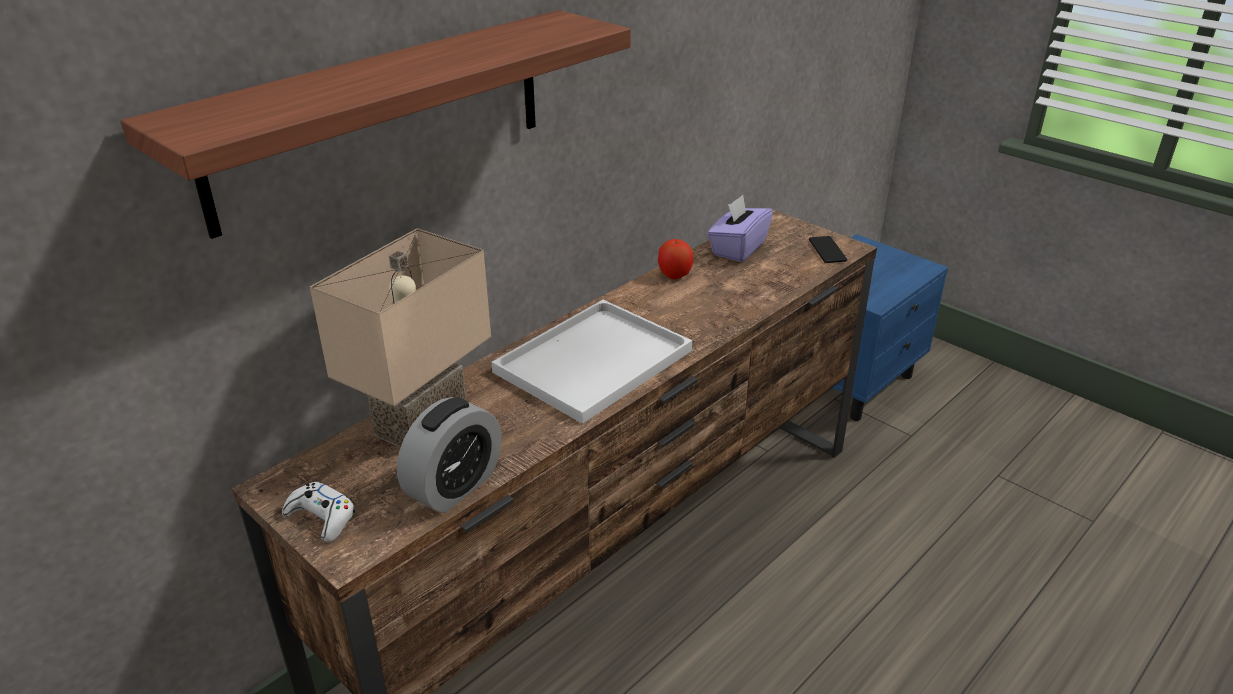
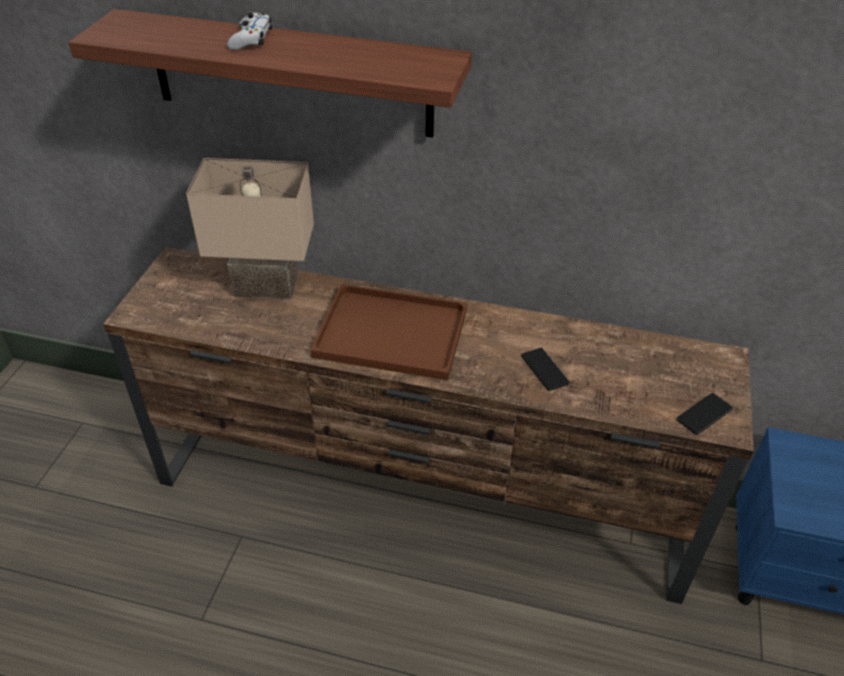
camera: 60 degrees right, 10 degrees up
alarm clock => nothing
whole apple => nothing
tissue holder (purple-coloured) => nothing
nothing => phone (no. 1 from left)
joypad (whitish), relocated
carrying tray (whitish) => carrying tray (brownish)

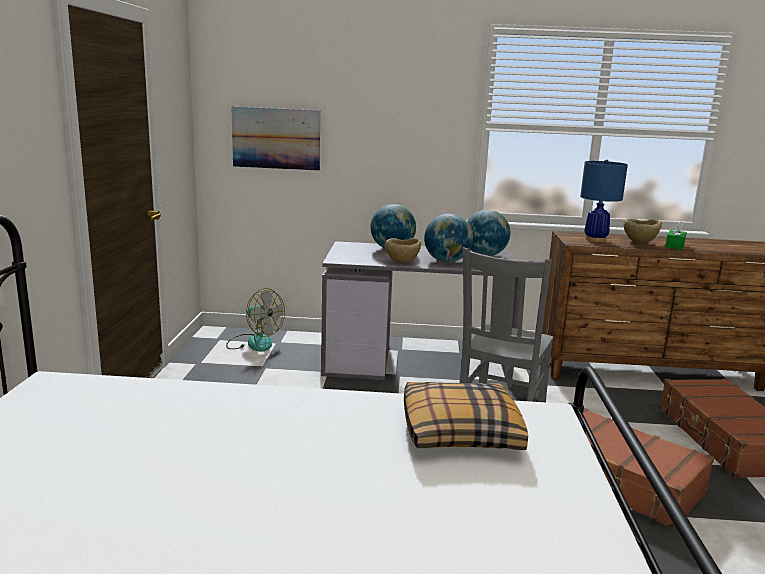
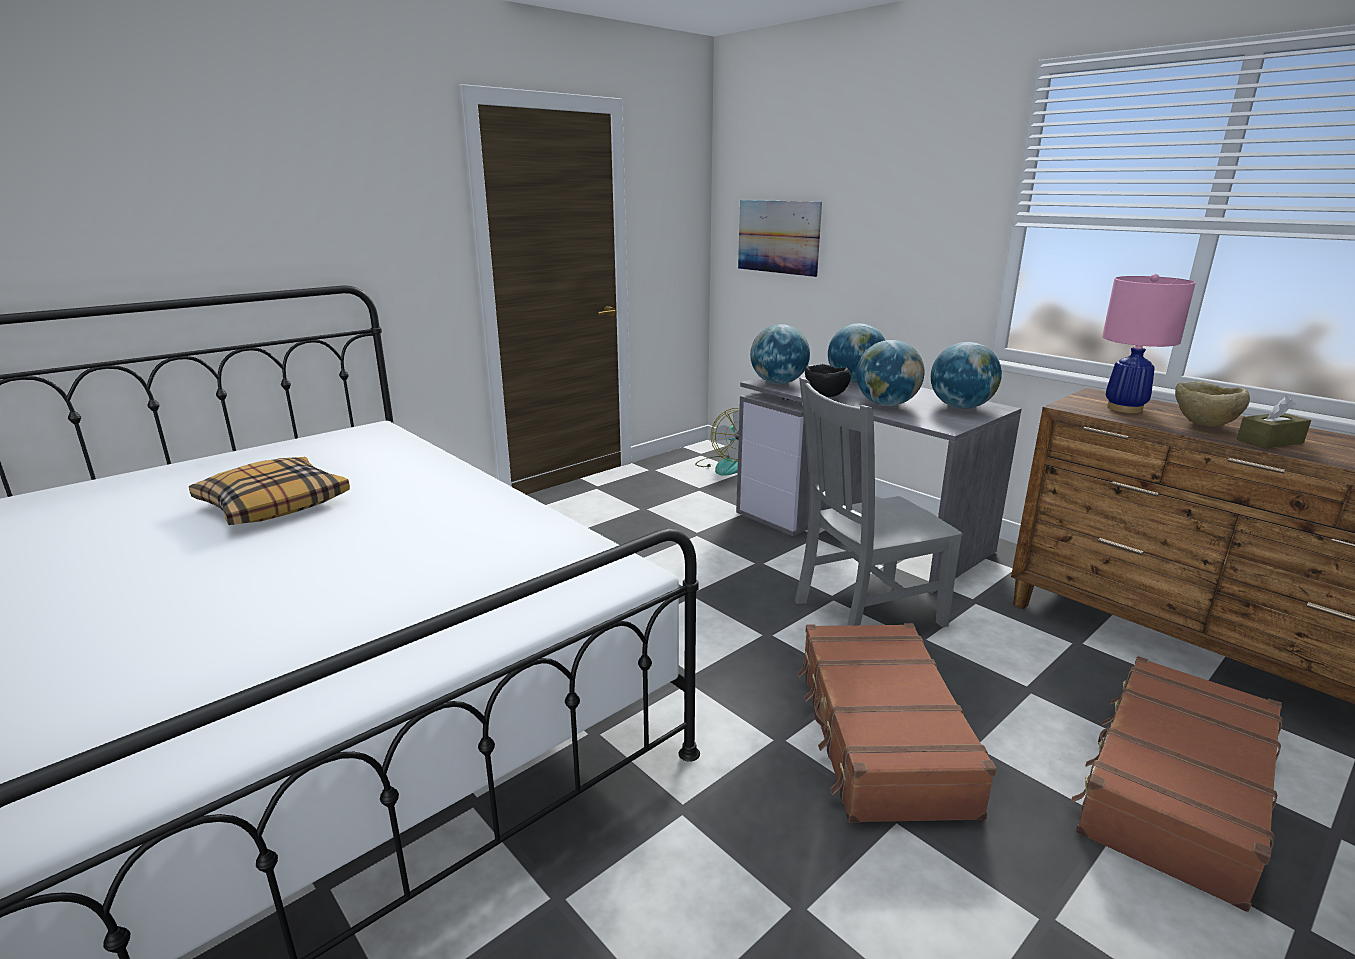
camera: 45 degrees right, 5 degrees up
nothing => globe (no. 1 from left)
cushion, relocated
deep dish (sand-coloured) (no. 1 from left) => deep dish (black-coloured)
table lamp (blue) => table lamp (pink)
tissue holder (green-coloured) => tissue holder (brownish)

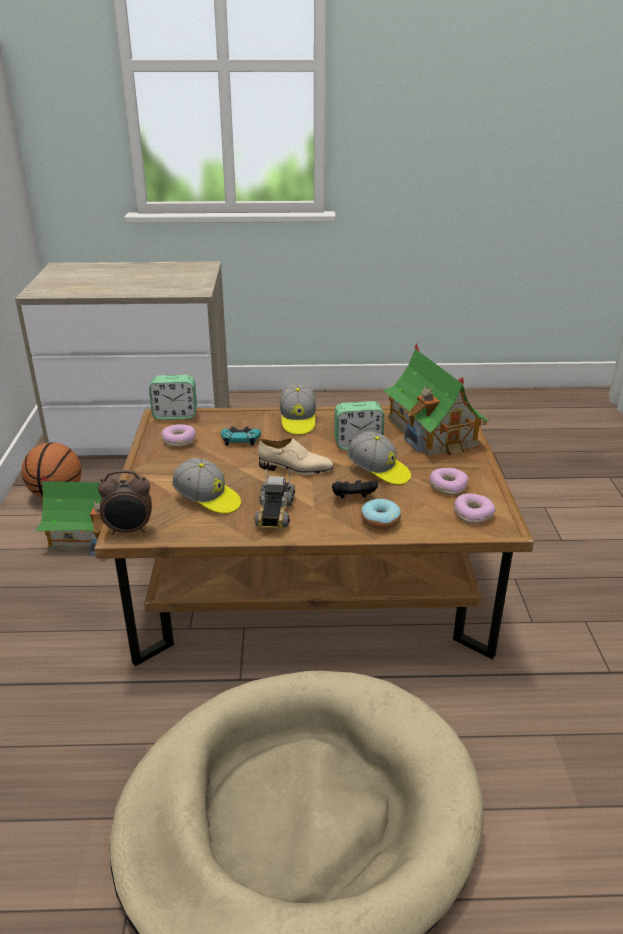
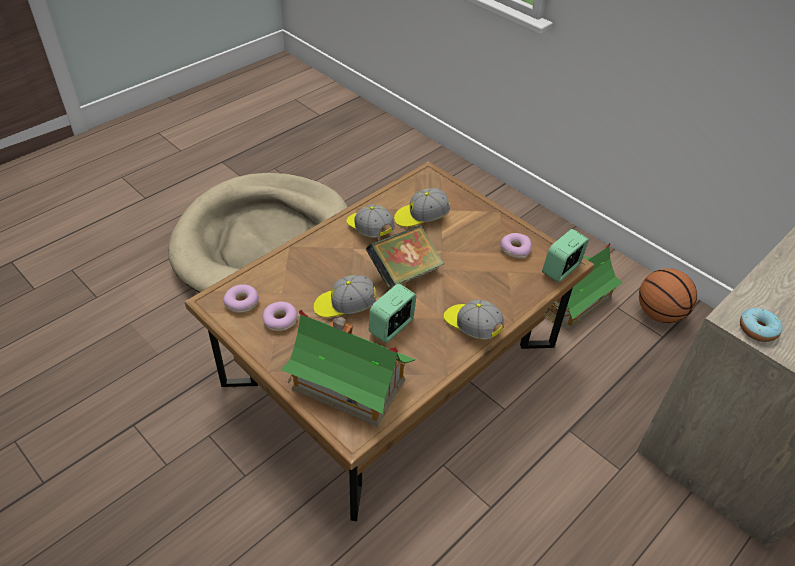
camera: 135 degrees right, 15 degrees up
alarm clock (no. 1 from left) => nothing
joypad (turquoise-coloured) => nothing
joypad (black-coloured) => nothing
doughnut (no. 2 from left in the first image) => doughnut (no. 4 from left), relocated
toy truck => peaked cap (no. 2 from left)
item of footwear (sand-coloured) => bound book

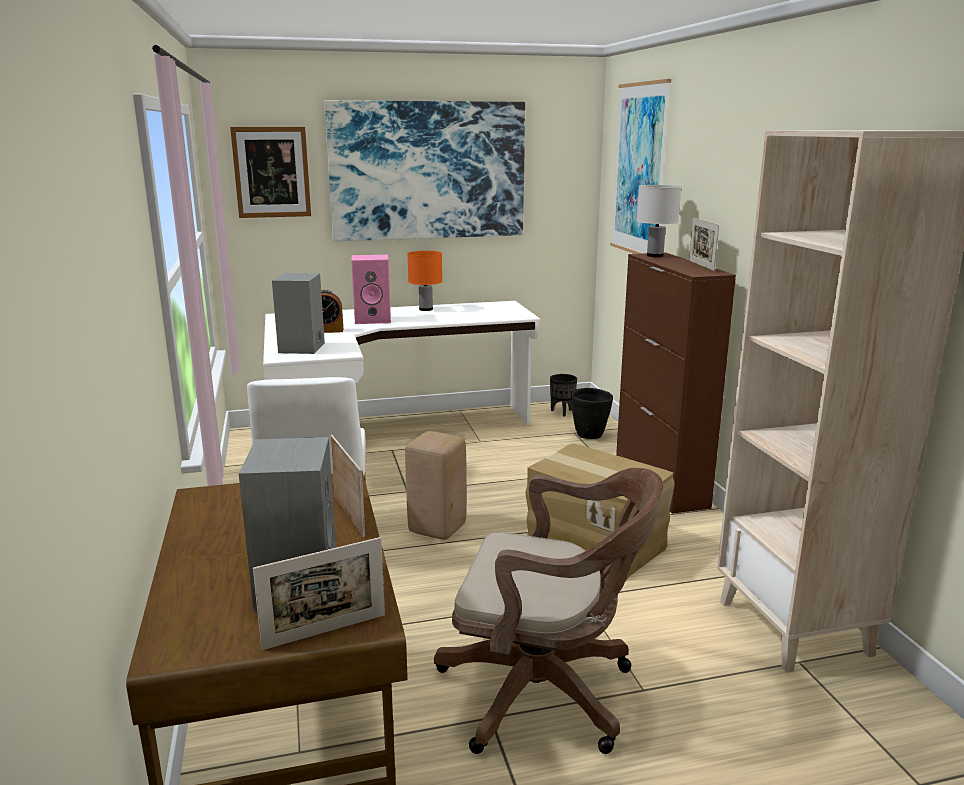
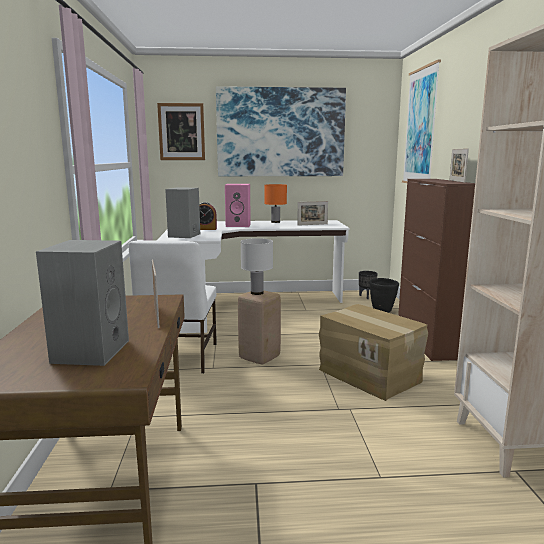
camera: 10 degrees right, 5 degrees down
desk chair (brownish) => nothing
photo frame (no. 1 from left in the first image) => photo frame (no. 2 from left), relocated
table lamp (whitish), relocated

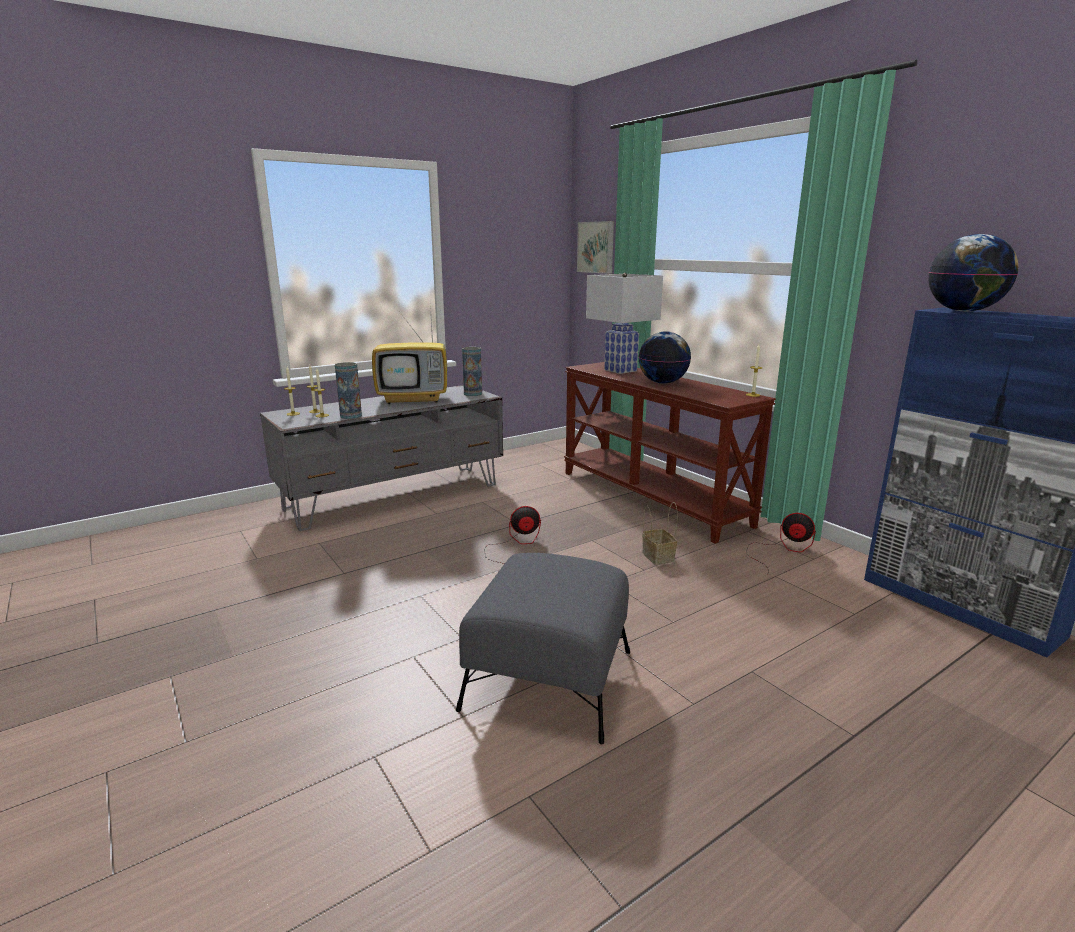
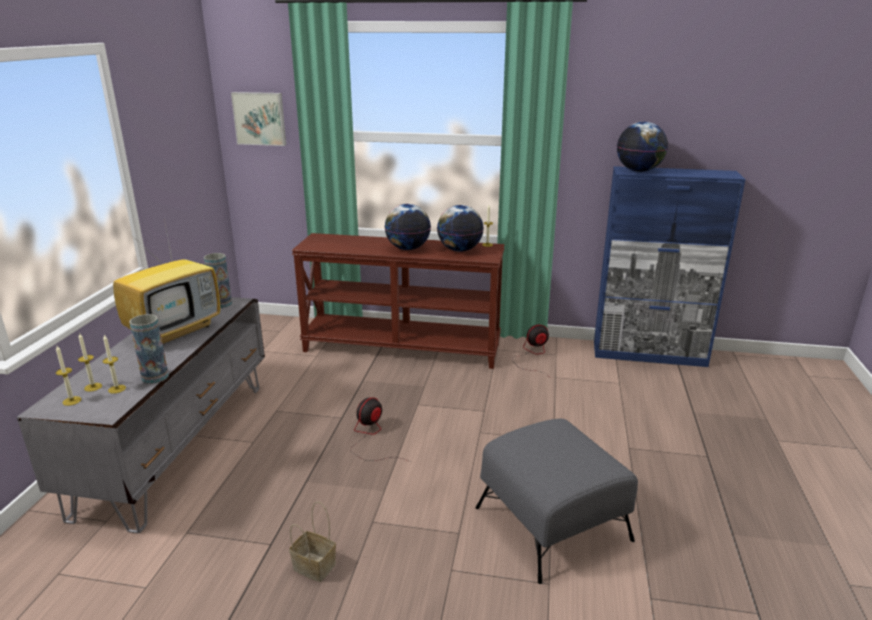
camera: 45 degrees left, 5 degrees up
table lamp (whitish) => nothing
nothing => globe (no. 2 from left)
storage basket, relocated

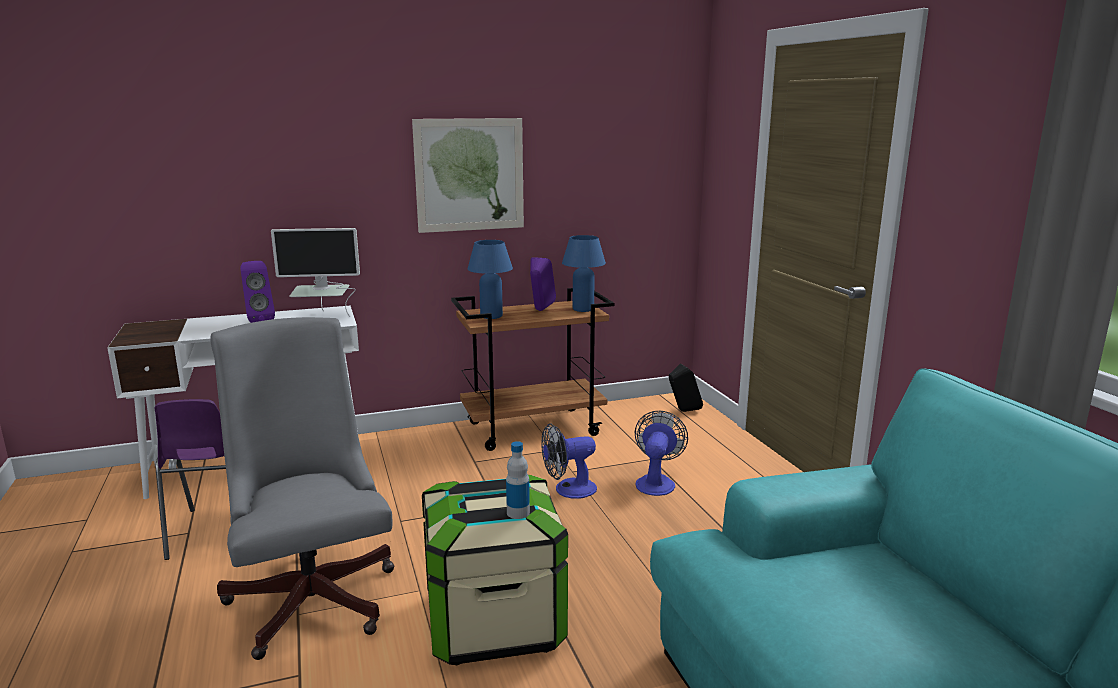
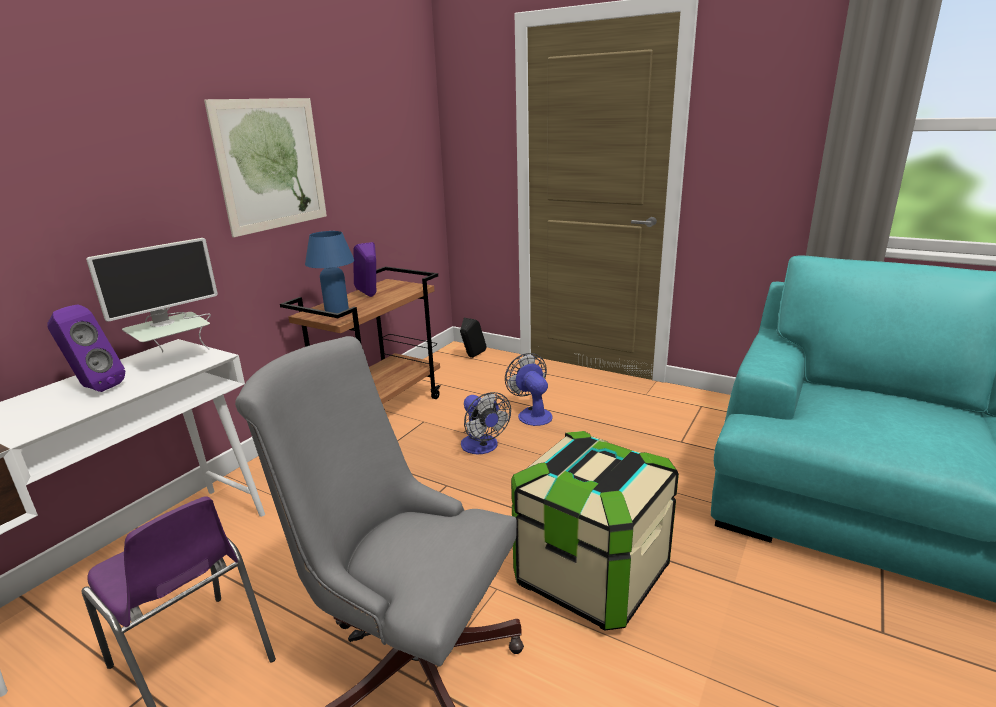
camera: 40 degrees left, 5 degrees up
drink bottle => nothing
table lamp (blue) (no. 2 from left) => nothing
electric fan (no. 1 from left), 60 degrees counterclockwise

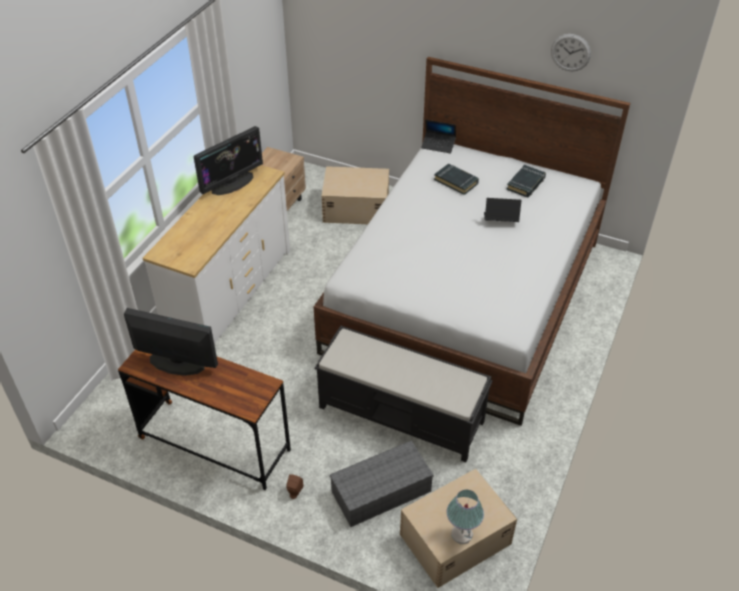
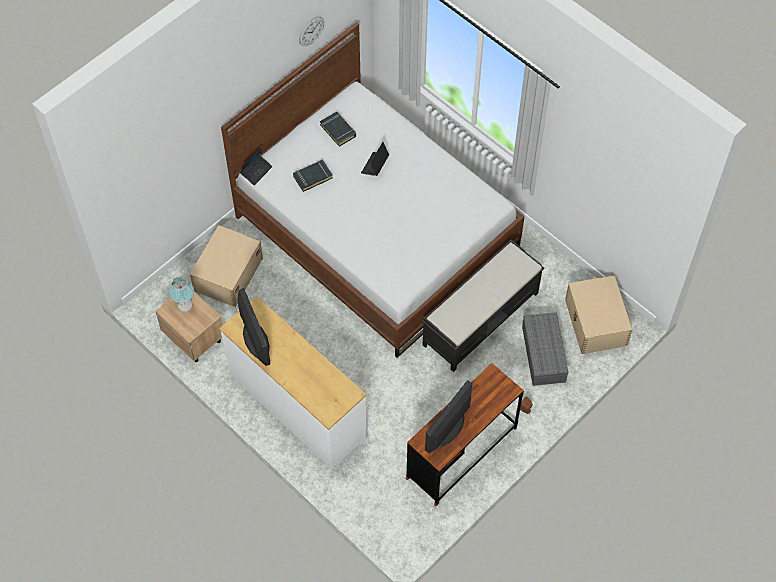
camera: 70 degrees left, 15 degrees up
table lamp, relocated

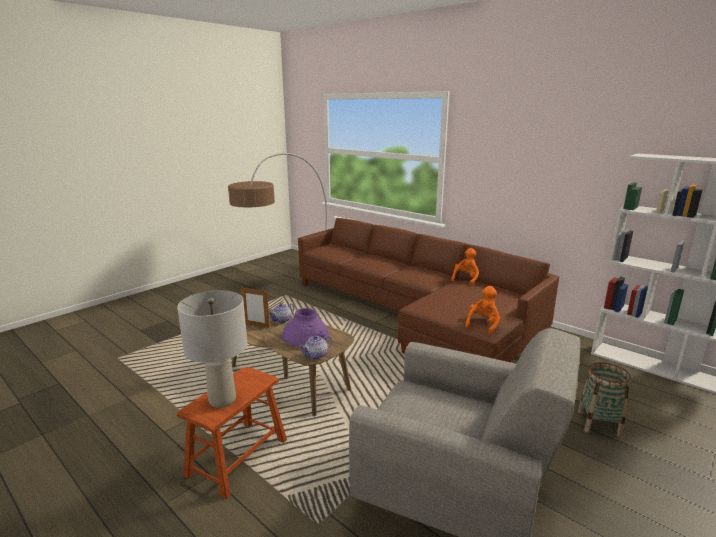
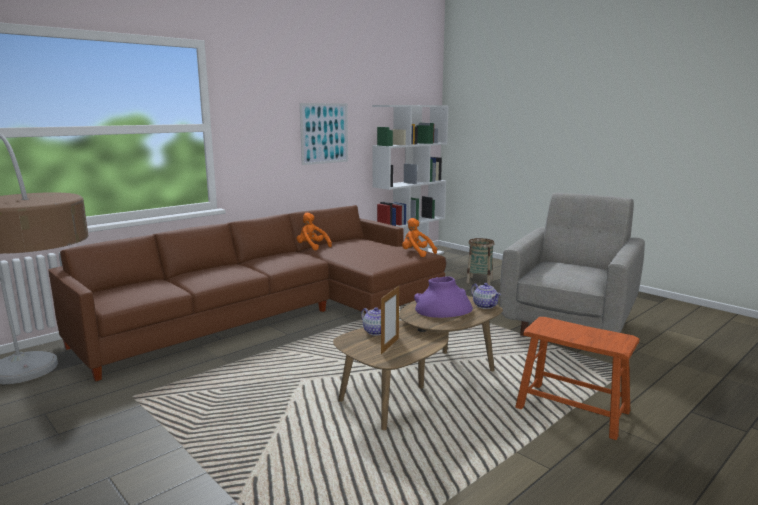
camera: 85 degrees left, 5 degrees down
table lamp (grey) => nothing
nothing => wall picture

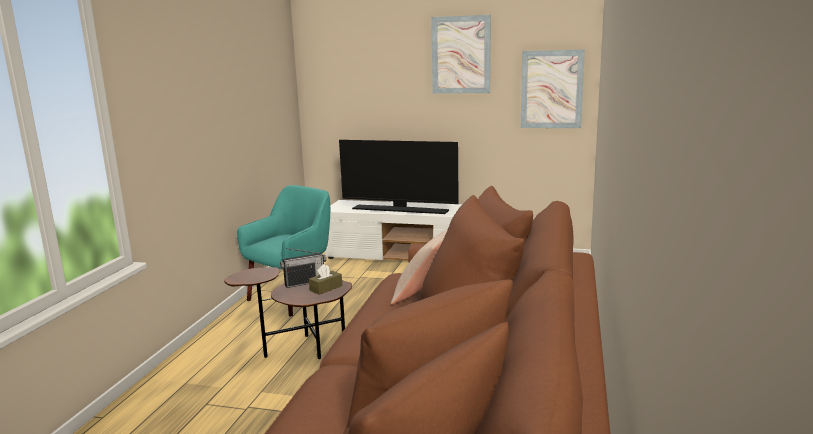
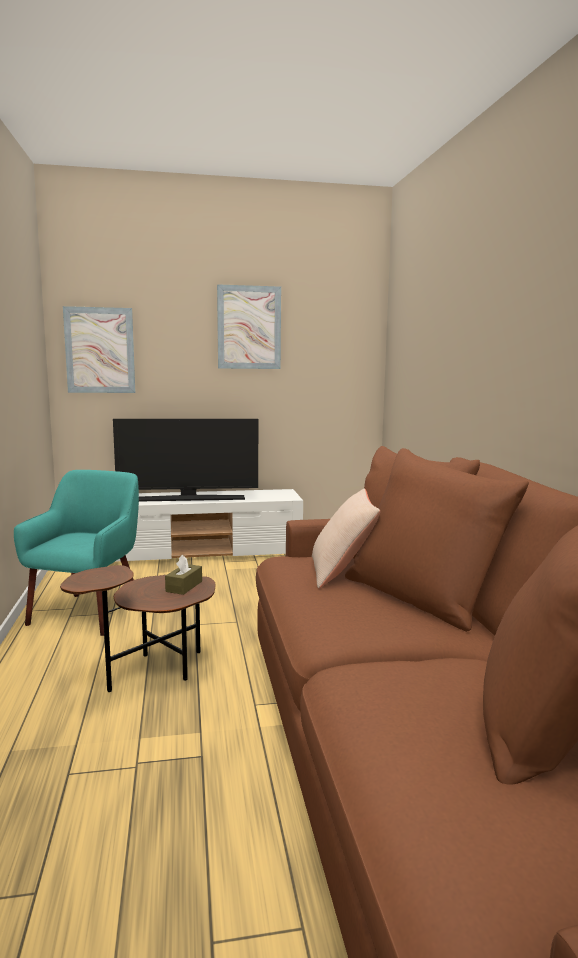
camera: 25 degrees left, 5 degrees down
radio receiver => nothing
wall picture (no. 2 from left in the first image) => wall picture (no. 1 from left), relocated

